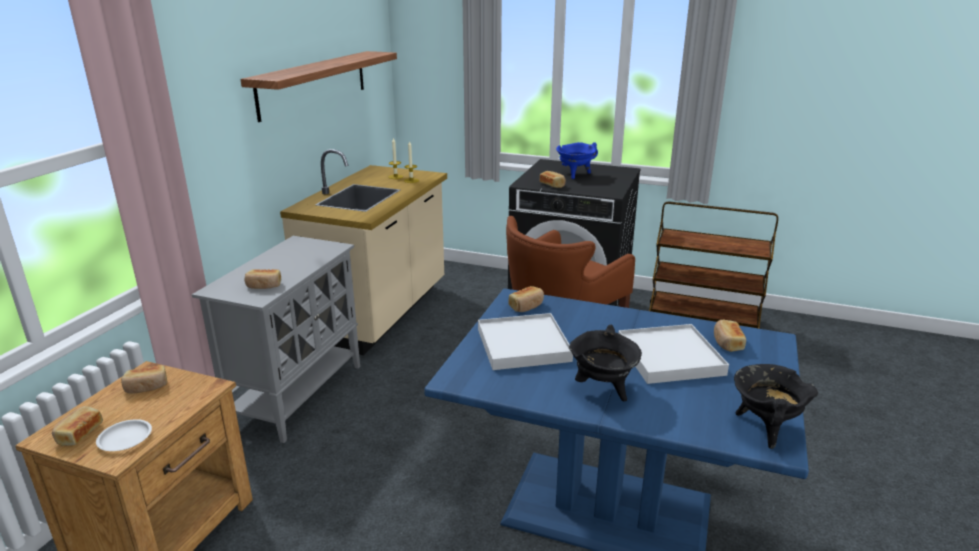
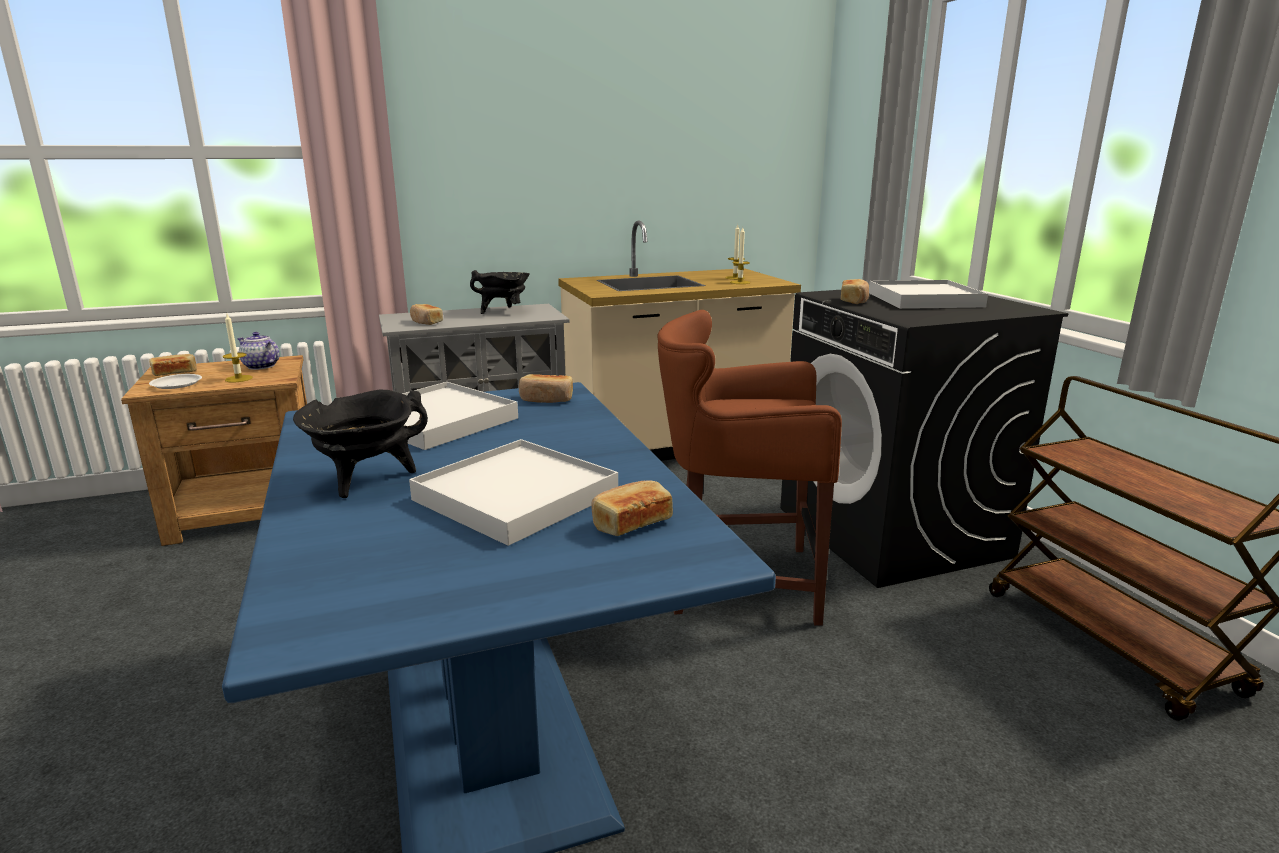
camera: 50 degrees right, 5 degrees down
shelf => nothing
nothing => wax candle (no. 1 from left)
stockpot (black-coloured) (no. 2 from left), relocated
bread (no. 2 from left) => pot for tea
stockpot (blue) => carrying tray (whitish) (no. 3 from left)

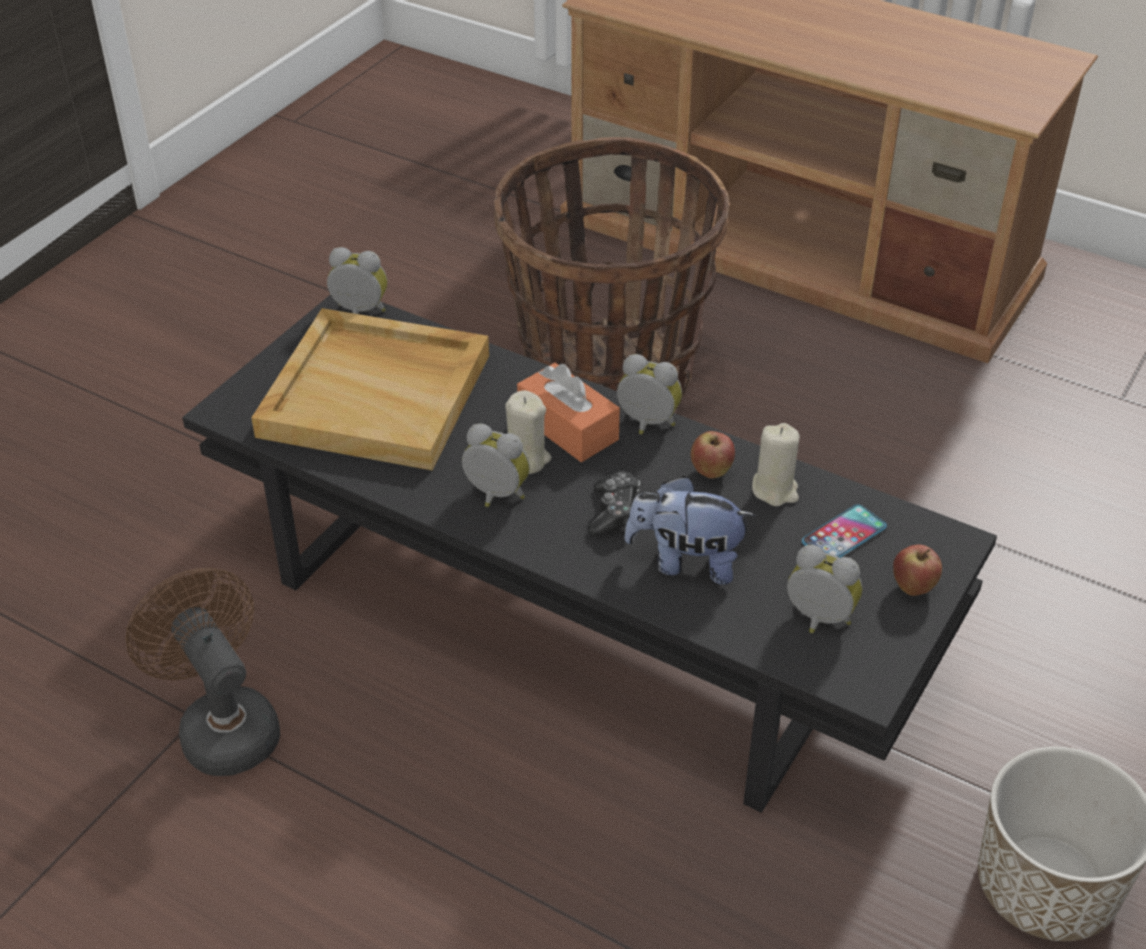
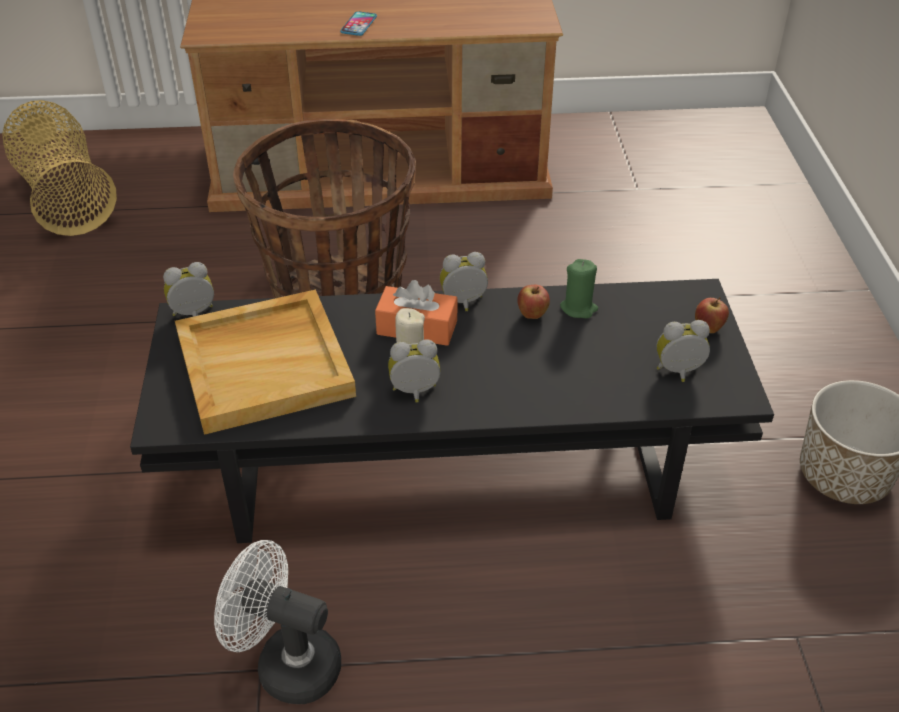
camera: 35 degrees left, 0 degrees up
joypad => nothing
soft toy => nothing
nothing => storage basket (no. 1 from left)
phone, relocated
electric fan (brownish) => electric fan (whitish)
wax candle (sand-coloured) (no. 2 from left) => wax candle (green-coloured)

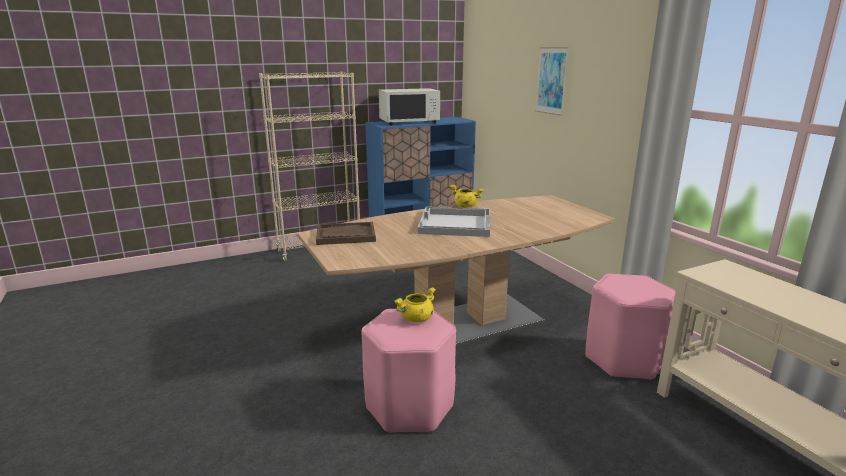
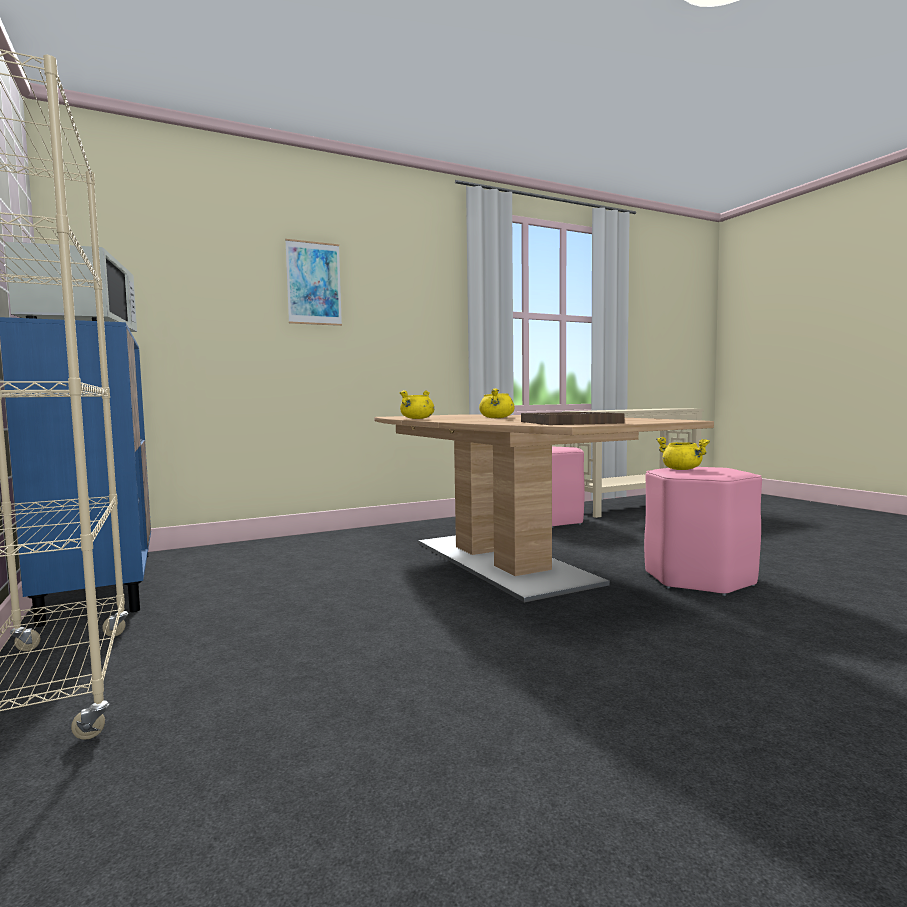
camera: 90 degrees left, 15 degrees down
carrying tray (whitish) => stockpot (yellowish) (no. 2 from left)

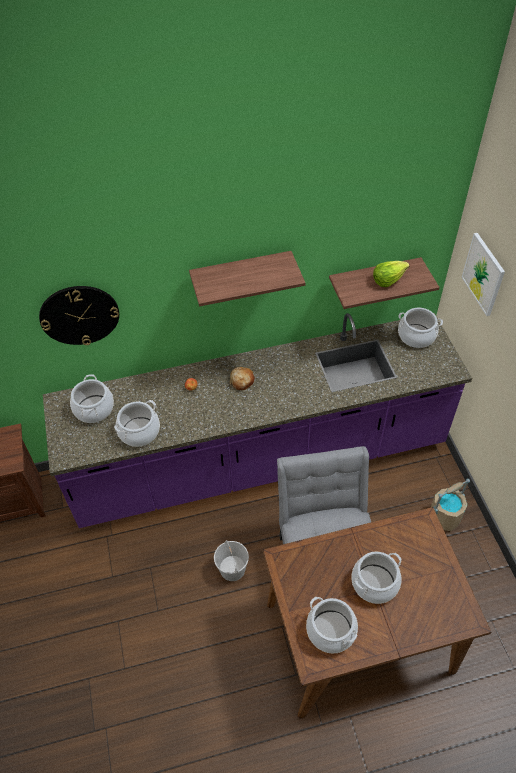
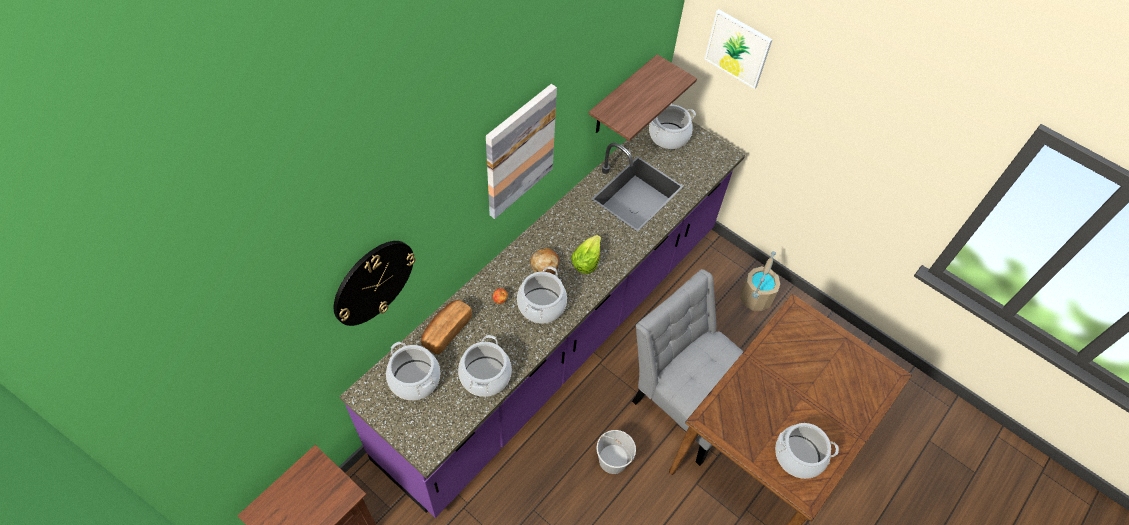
camera: 40 degrees left, 5 degrees up
nothing => bread (no. 1 from left)
stockpot (no. 4 from left in the first image) => stockpot (no. 3 from left), relocated
lettuce, relocated
shelf (no. 1 from left) => wall picture (no. 1 from left)

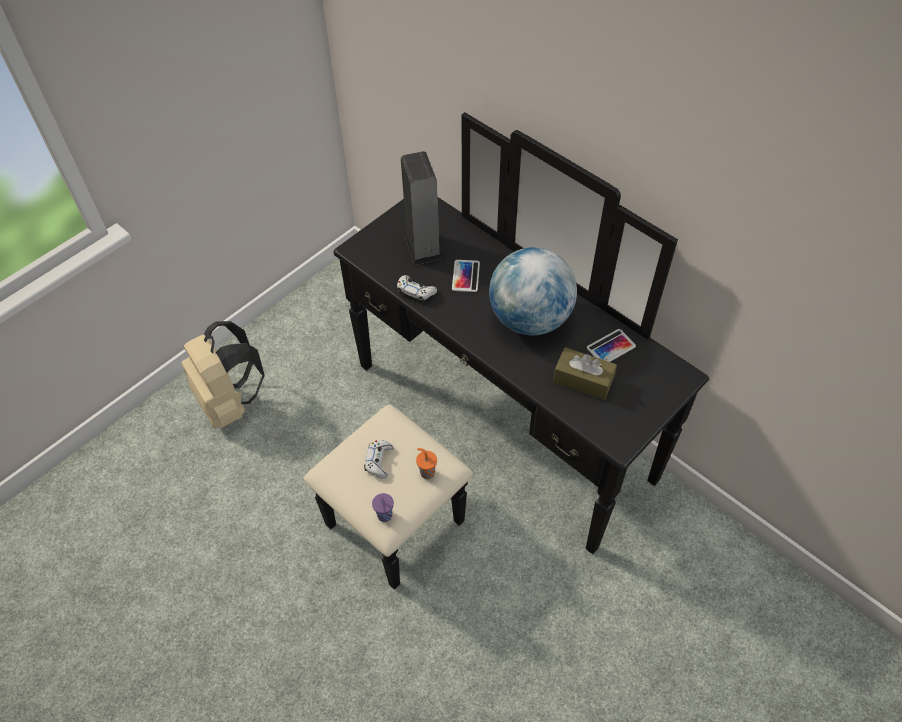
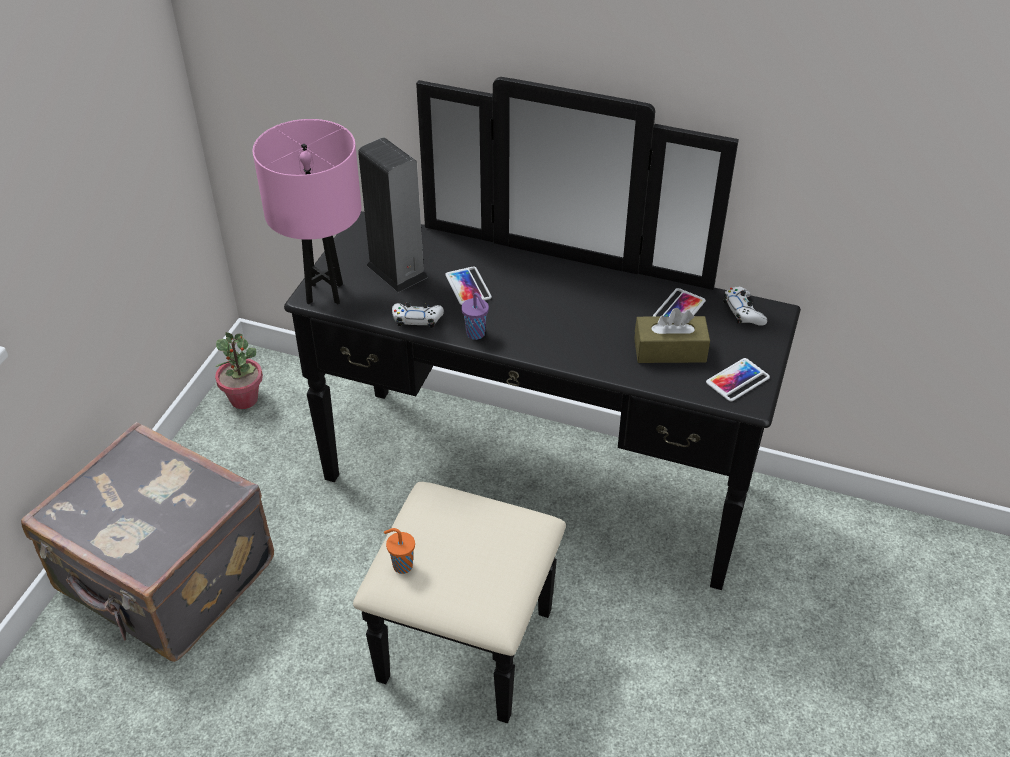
camera: 25 degrees left, 10 degrees down
globe => nothing
nothing => plant in a pot
nothing => table lamp (pink)
nothing => phone (no. 3 from left)
joypad (whitish) (no. 1 from left in the first image) => joypad (whitish) (no. 2 from left), relocated
cup (purple-coloured), relocated
cup (orangey), relocated
rucksack (sand-coloured) => travel case (grey)

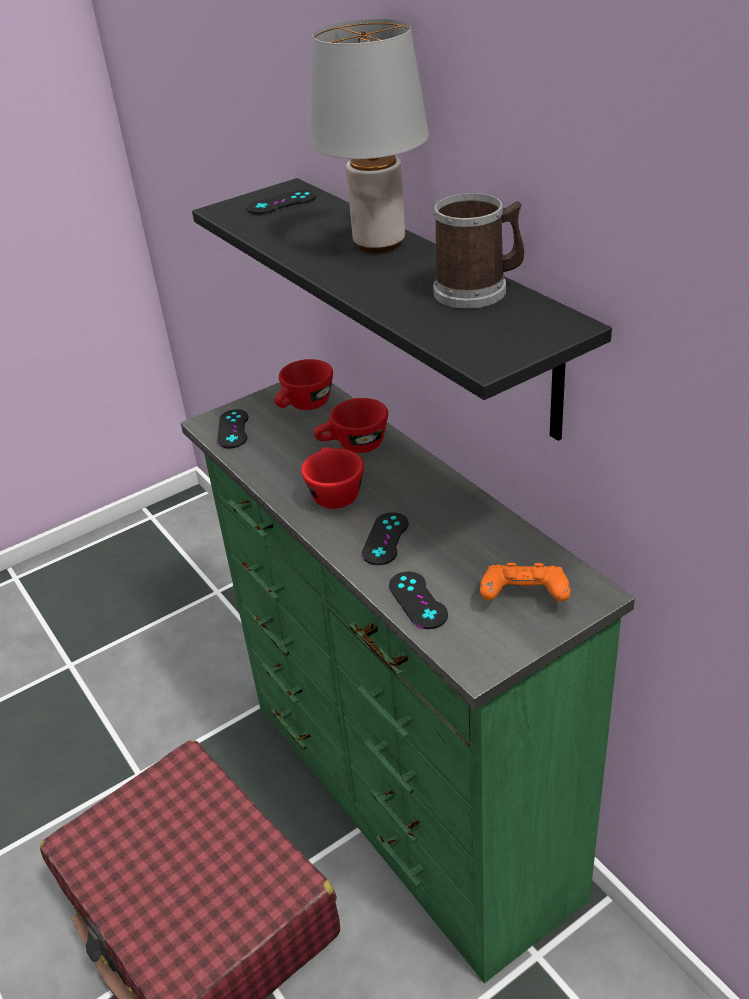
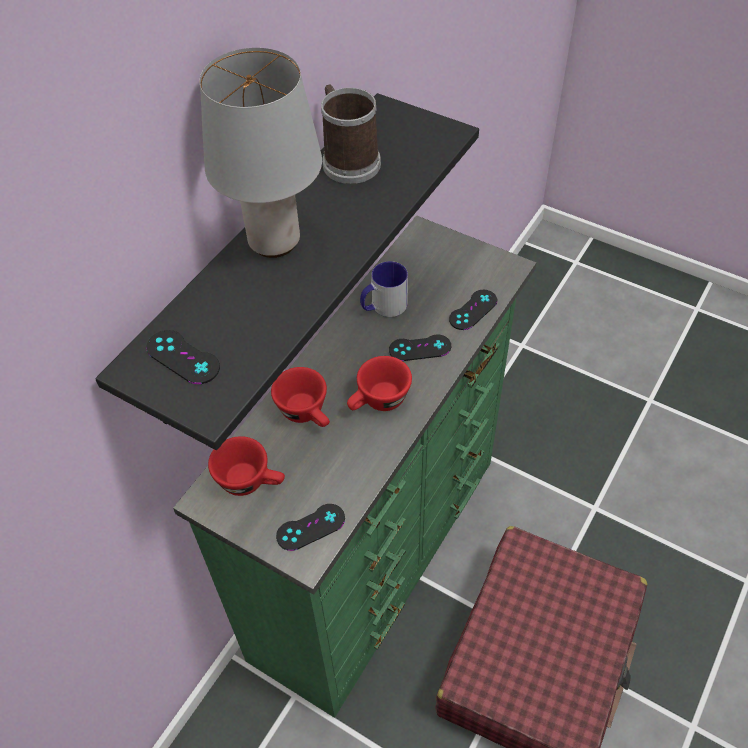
camera: 115 degrees left, 15 degrees up
joypad (orangey) => nothing
nothing => coffee mug (no. 2 from left)

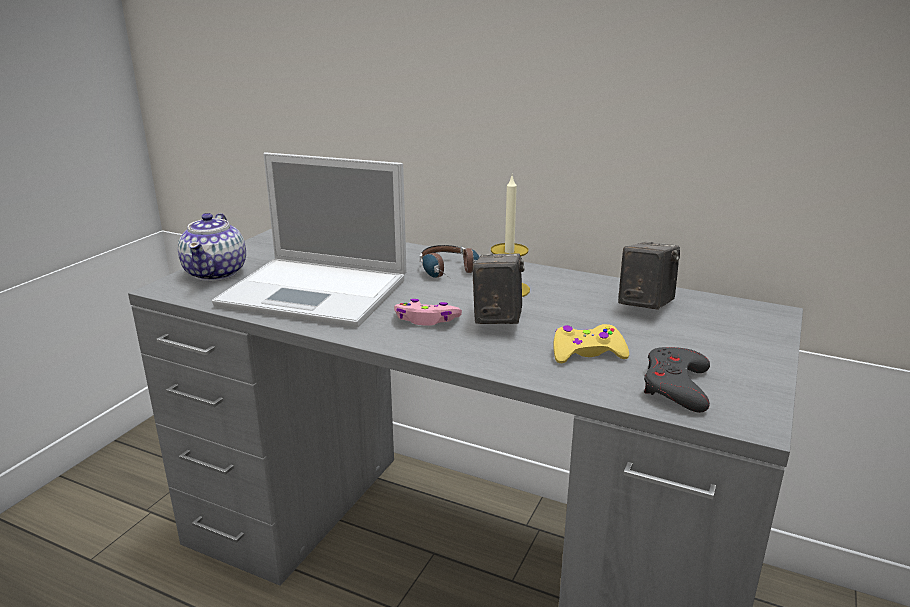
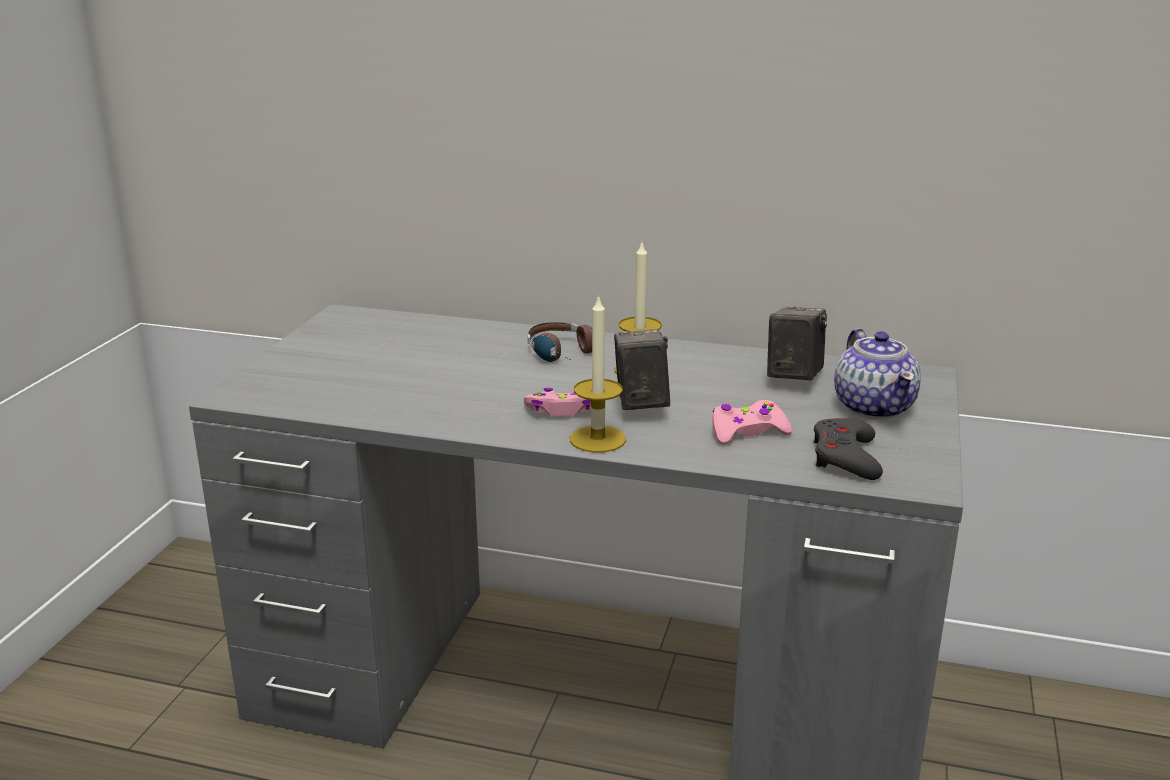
camera: 10 degrees left, 0 degrees up
laptop => nothing
nothing => wax candle (no. 1 from left)
pot for tea, relocated
joypad (yellowish) => joypad (pink) (no. 2 from left)

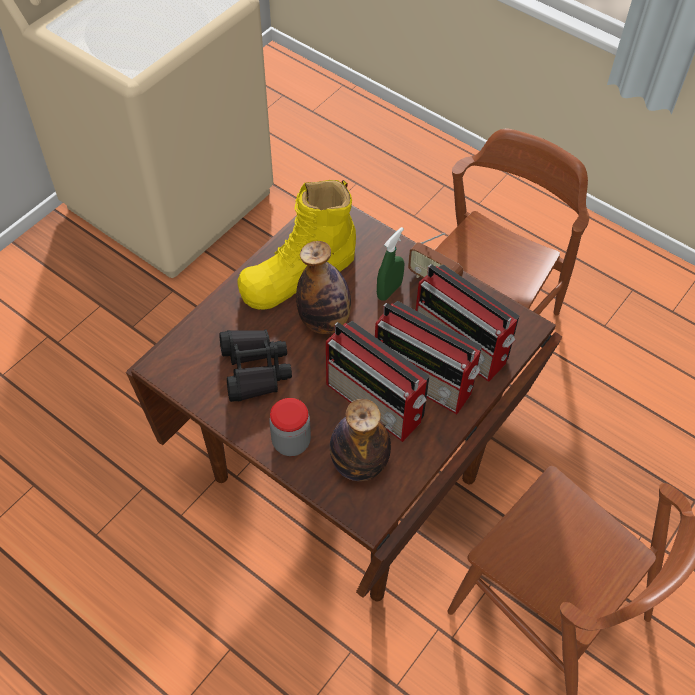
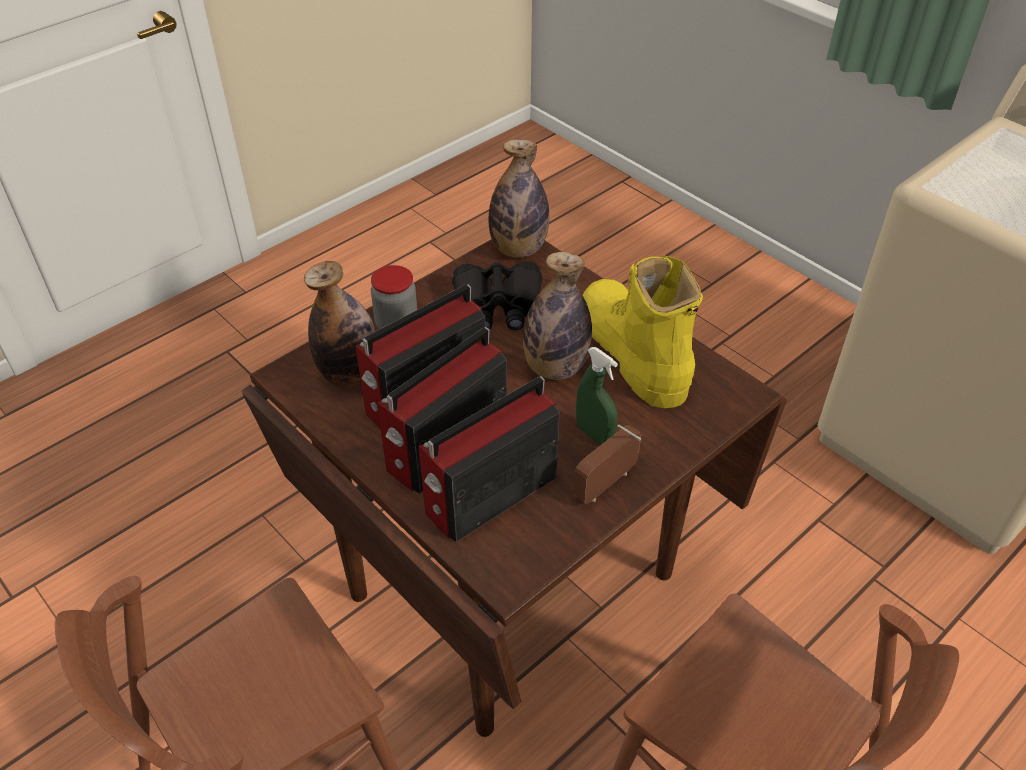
camera: 100 degrees right, 10 degrees down
nothing => drink bottle (no. 2 from left)

